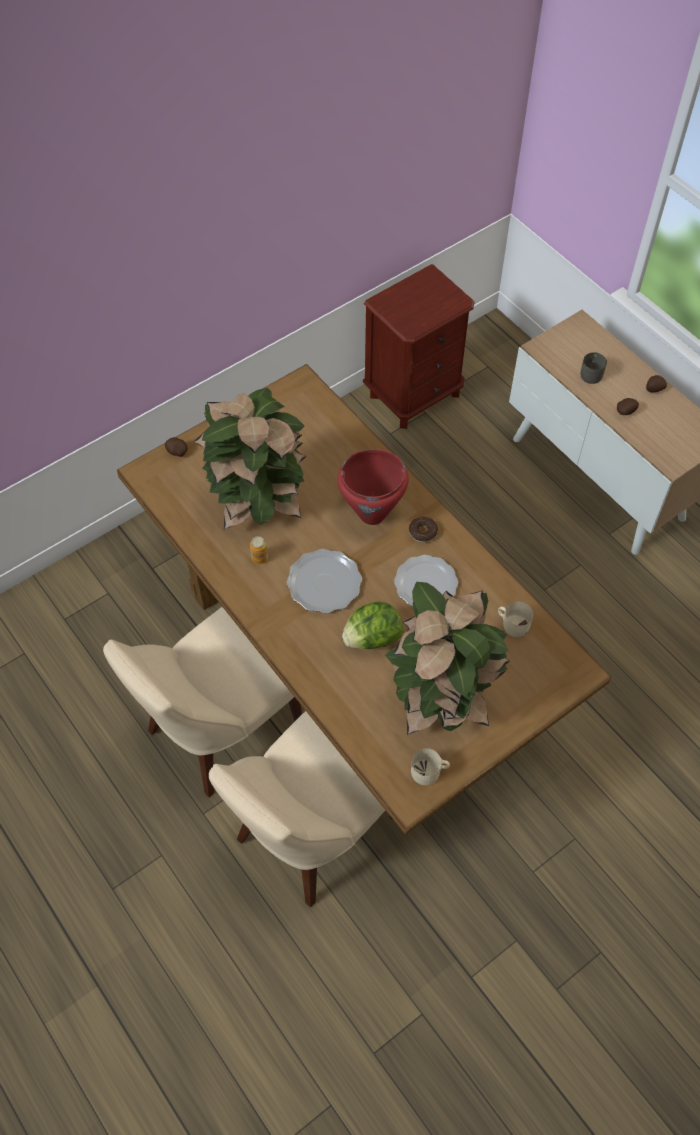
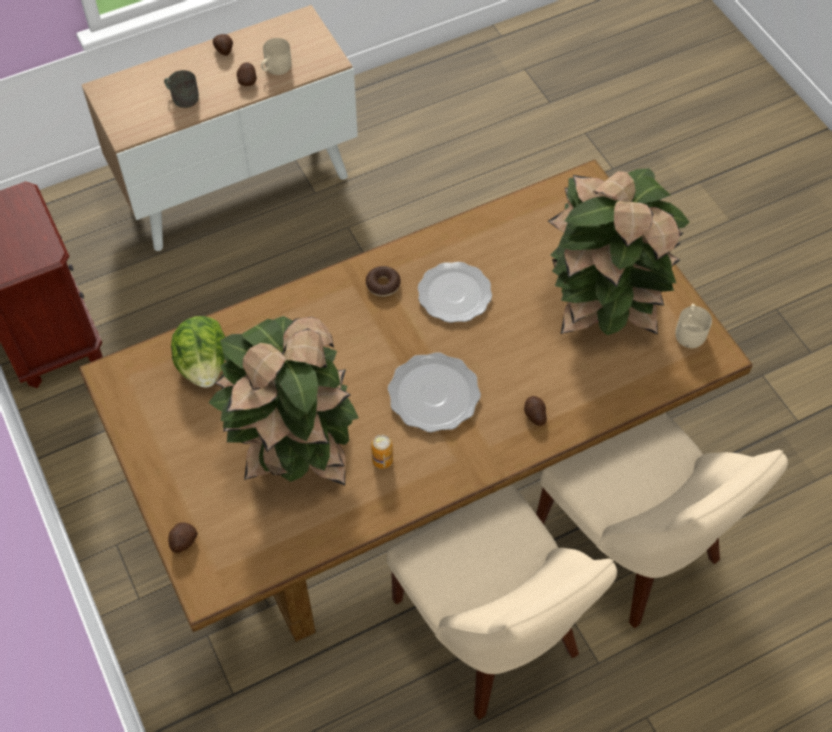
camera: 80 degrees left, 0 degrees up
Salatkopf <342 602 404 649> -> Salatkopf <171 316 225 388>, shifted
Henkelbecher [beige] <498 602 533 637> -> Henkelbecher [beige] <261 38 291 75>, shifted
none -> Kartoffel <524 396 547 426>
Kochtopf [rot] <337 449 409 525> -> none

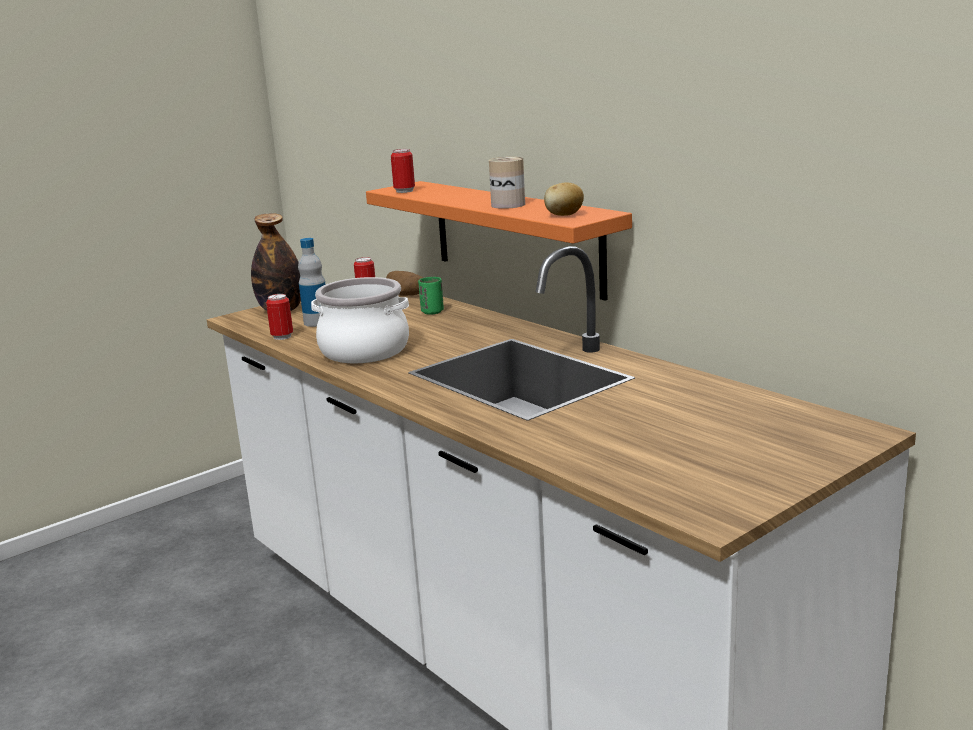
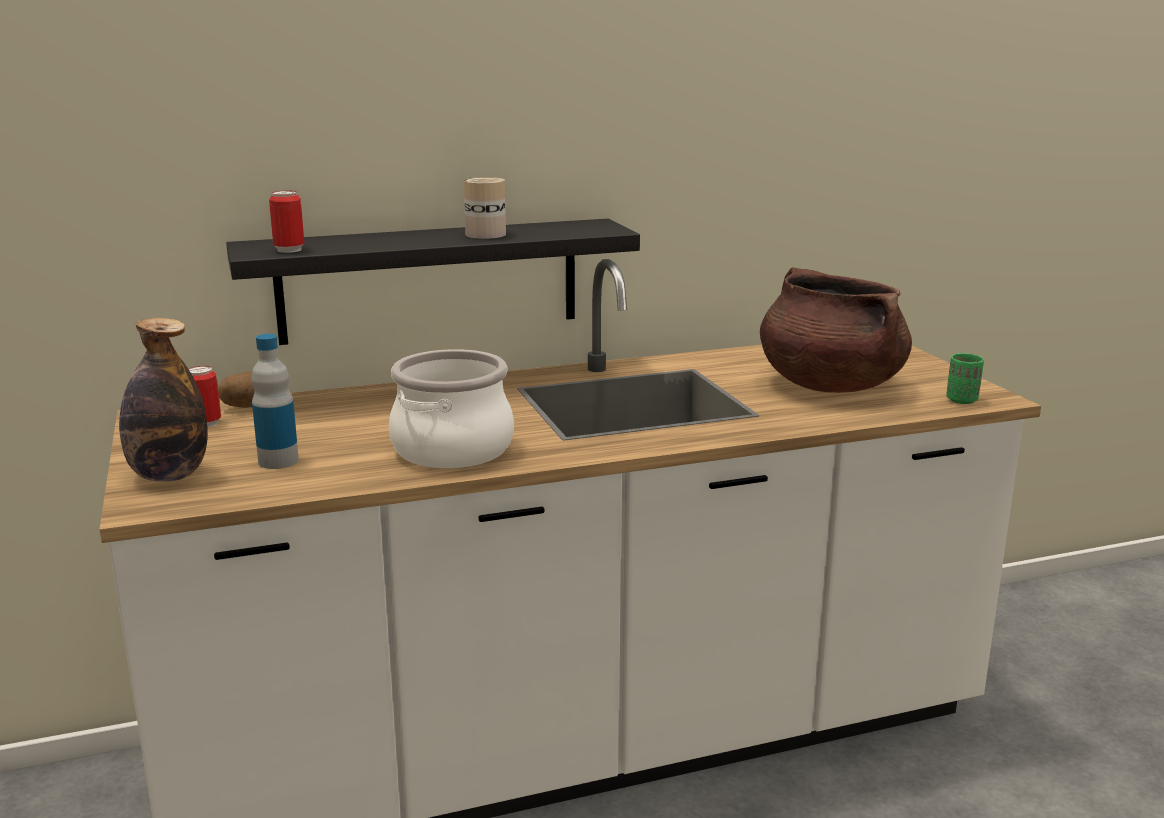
camera: 70 degrees left, 0 degrees up
Wandregal [orange] <366 181 632 301> -> Wandregal [schwarz] <226 219 640 345>
none -> Kochtopf [braun] <760 267 912 393>
Tasse [grün] <418 277 444 314> -> Tasse [grün] <946 353 984 404>, shifted
Dose <266 294 293 340> -> none
Kartoffel <544 182 584 216> -> none

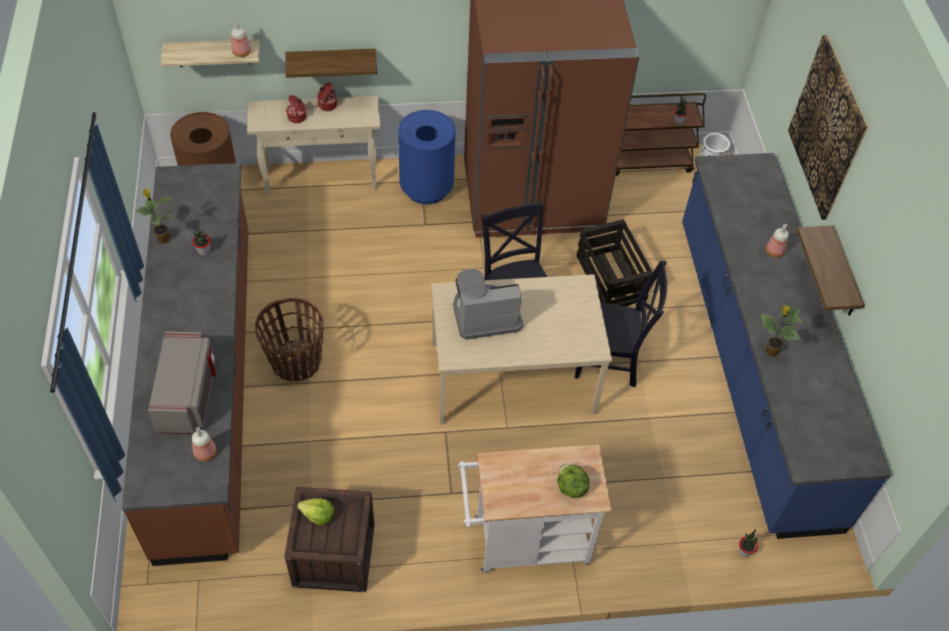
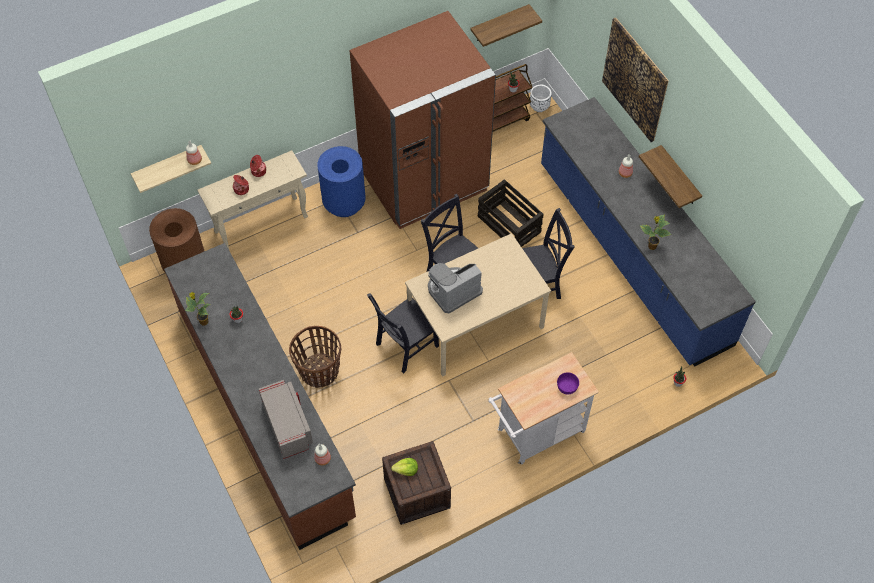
camera: 20 degrees left, 5 degrees up
none -> Stuhl [schwarz] <367 293 439 373>
Wandregal <285 49 377 78> -> Wandregal <470 4 542 47>, shifted
Salatkopf <558 464 590 498> -> Schüssel [lila] <557 372 579 394>

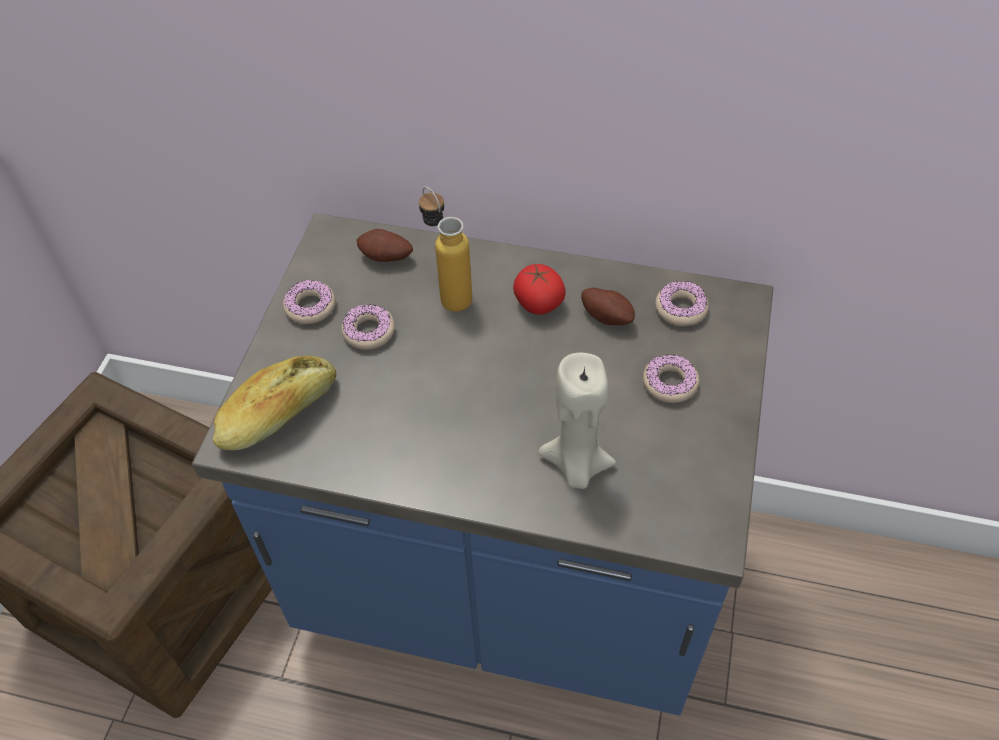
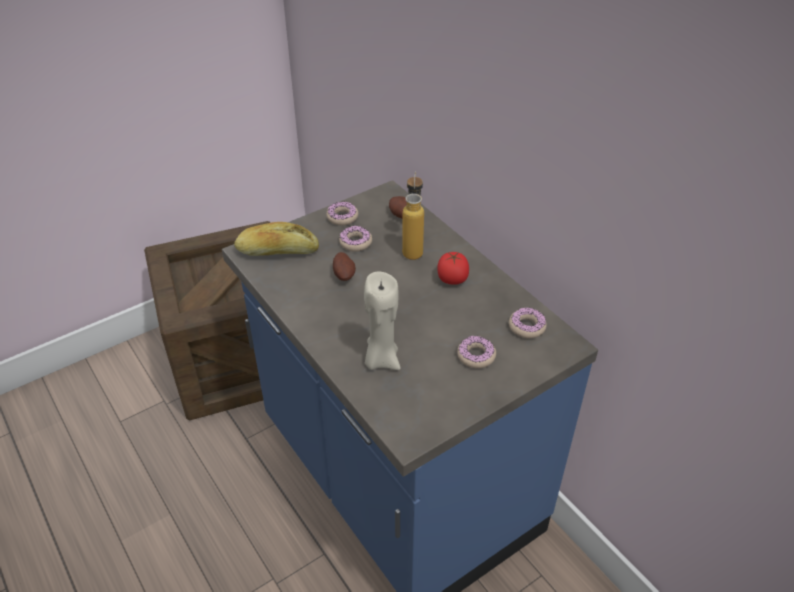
camera: 40 degrees right, 10 degrees down
Kartoffel <581 288 635 325> -> Kartoffel <333 252 356 281>, shifted

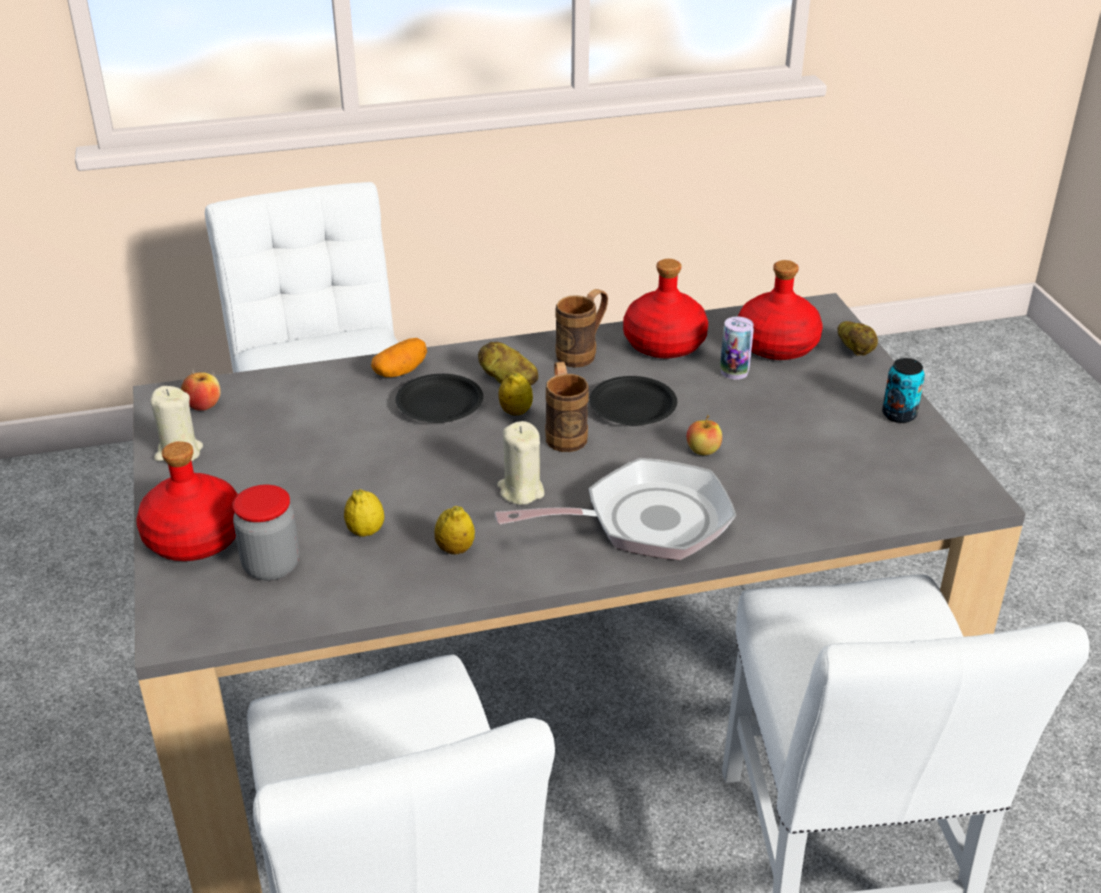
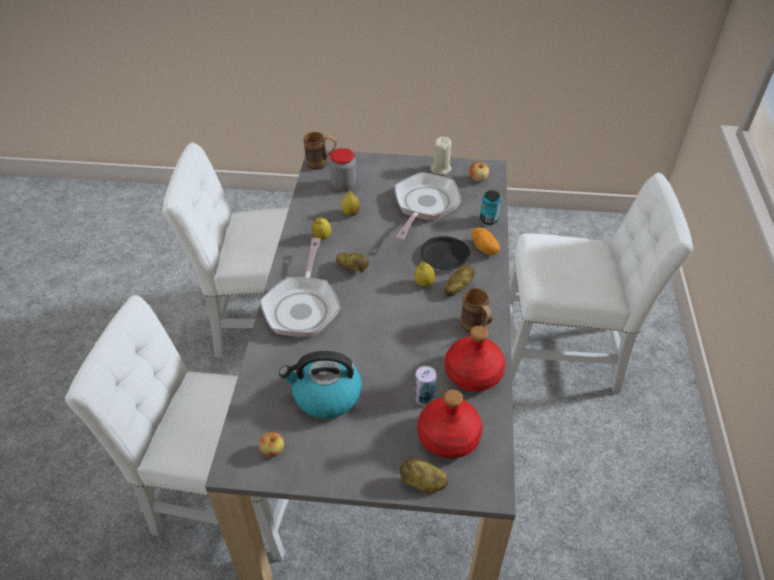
camera: 110 degrees right, 10 degrees up
Apfel <687 415 722 455> -> Apfel <259 432 284 457>, shifted
none -> Wasserkessel <279 351 362 419>
Henkelbecher [braun] <545 361 589 452> -> Henkelbecher [braun] <304 132 337 170>, shifted
Kerze [beige] <497 421 545 505> -> Kartoffel <336 253 369 273>
none -> Pfanne <395 172 461 240>
Dose <882 358 925 423> -> Dose <480 190 501 225>, shifted
Flasche [rot] <136 441 238 561> -> none
Teller [schwarz] <589 376 677 425> -> none

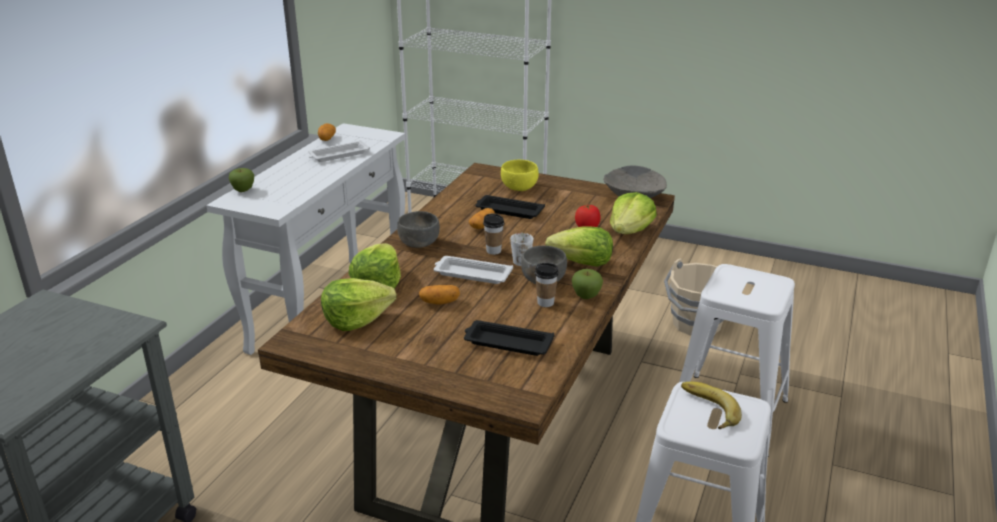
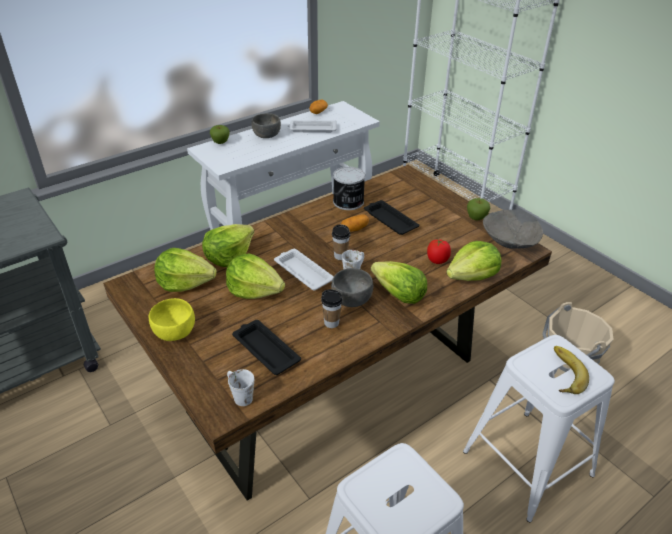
camera: 30 degrees right, 10 degrees up
Schüssel [gelb] <501 160 539 191> -> Schüssel [gelb] <149 298 195 341>, shifted
Kartoffel <419 285 460 305> -> Salatkopf <226 253 285 299>
none -> Henkelbecher [weiß] <227 369 254 406>
Schüssel [grau] <397 211 440 248> -> Schüssel [grau] <251 113 281 138>, shifted
none -> Dose <333 167 365 210>
Apfel <572 269 603 299> -> Apfel <467 198 490 220>, shifted
Banane <681 382 742 429> -> Banane <554 346 589 394>, shifted

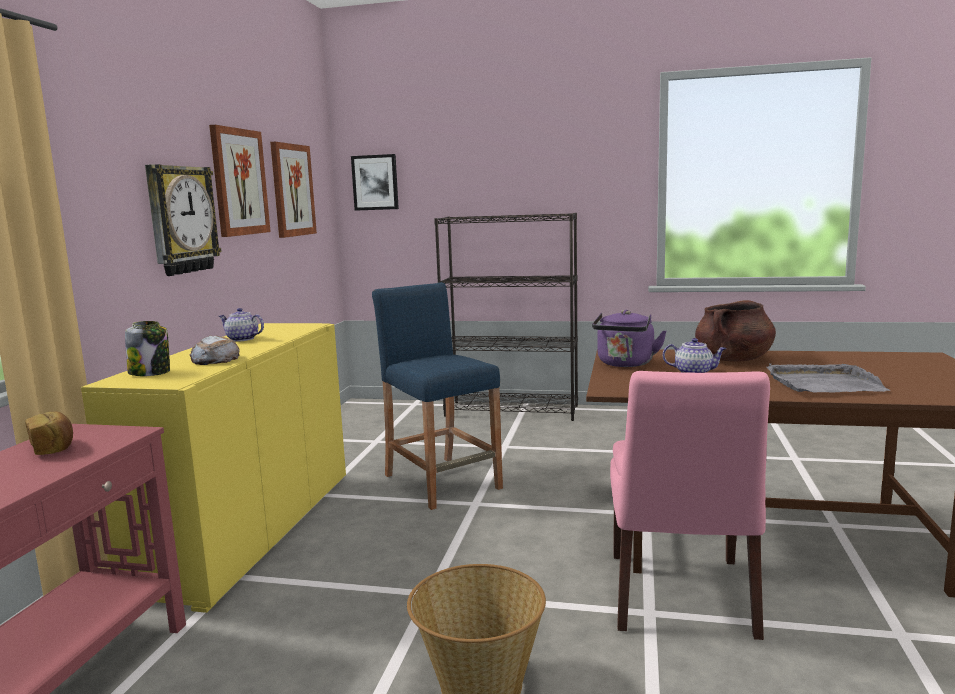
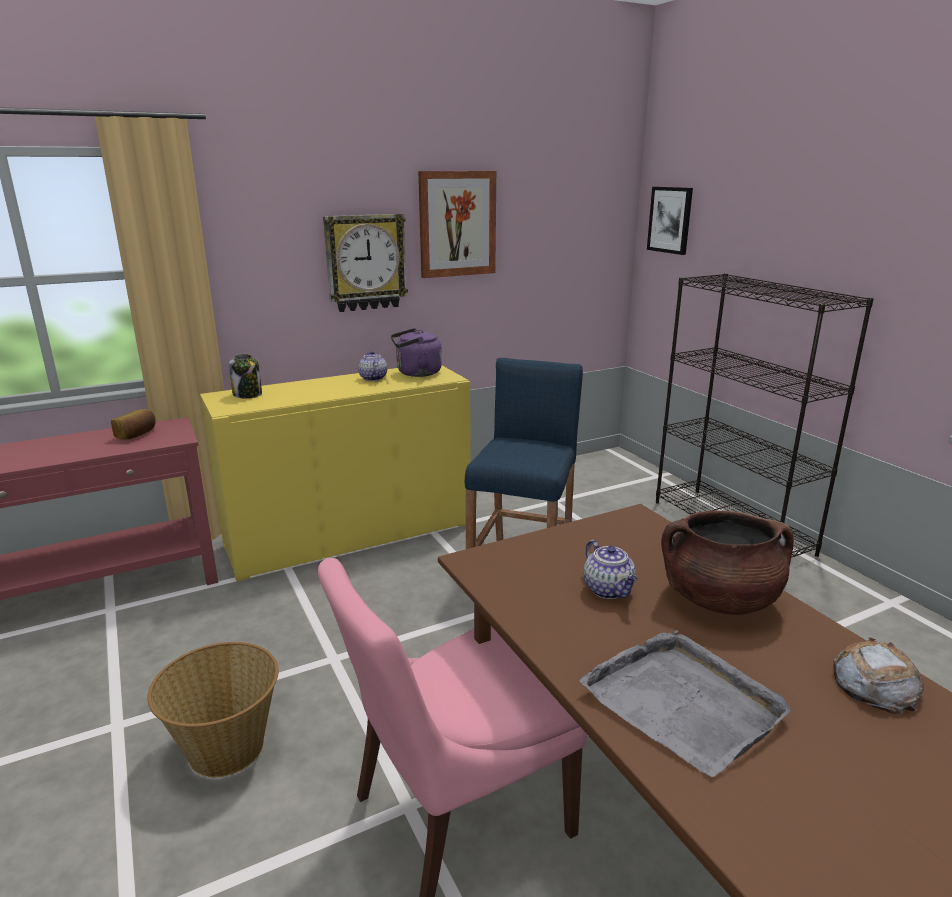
camera: 50 degrees right, 10 degrees up
Wasserkessel [lila] <592 310 667 367> -> Wasserkessel [lila] <391 328 442 377>, shifted
Brot <190 335 240 365> -> Brot <833 637 924 714>, shifted
Bild <270 142 317 238> -> none

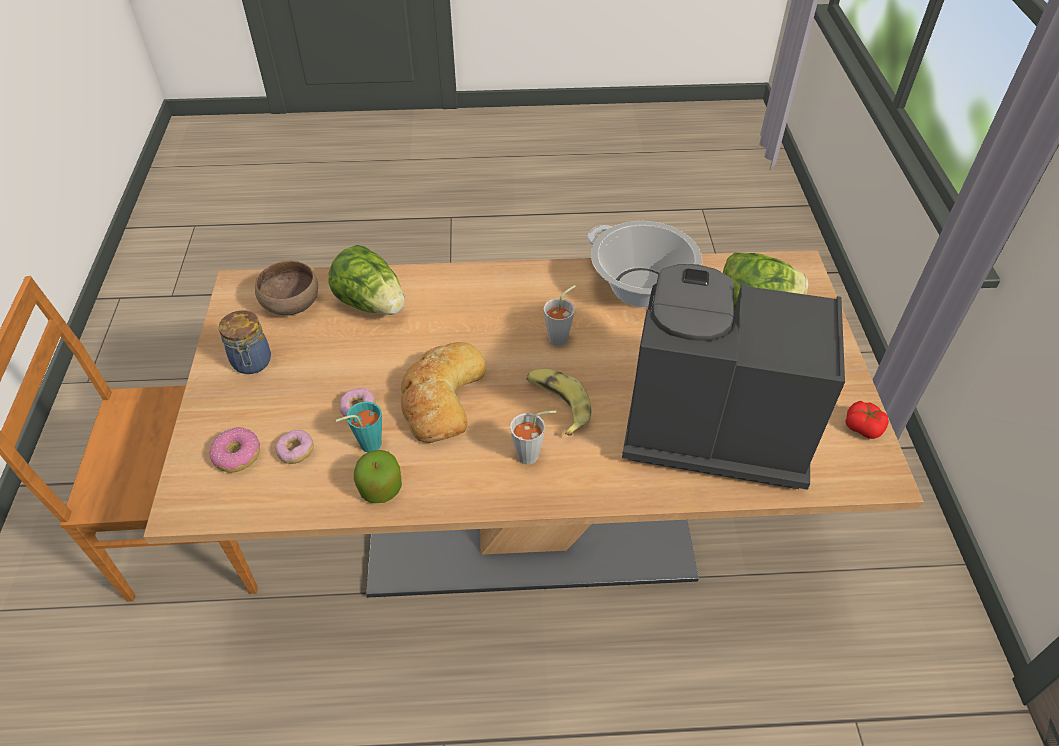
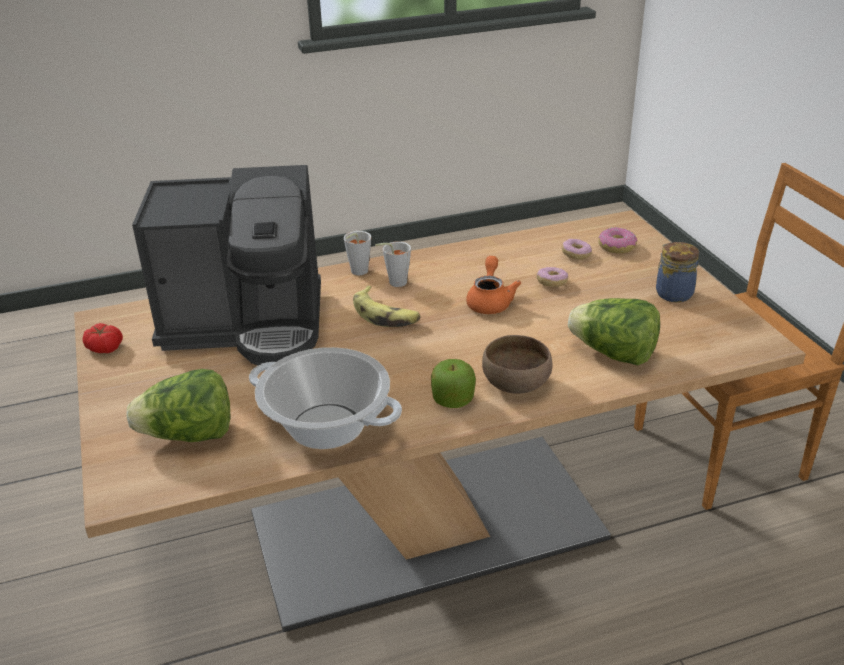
camera: 165 degrees right, 15 degrees down
Tasse [grau] <544 285 576 346> -> Tasse [grau] <344 231 371 275>, shifted
Apfel <354 450 402 503> -> Apfel <431 359 476 408>, shifted
Brot <401 342 486 443> -> Teekanne [orange] <466 256 521 314>
Schüssel [braun] <255 261 318 315> -> Schüssel [braun] <482 335 552 394>, shifted
Tasse [türkis] <336 401 382 452> -> none

